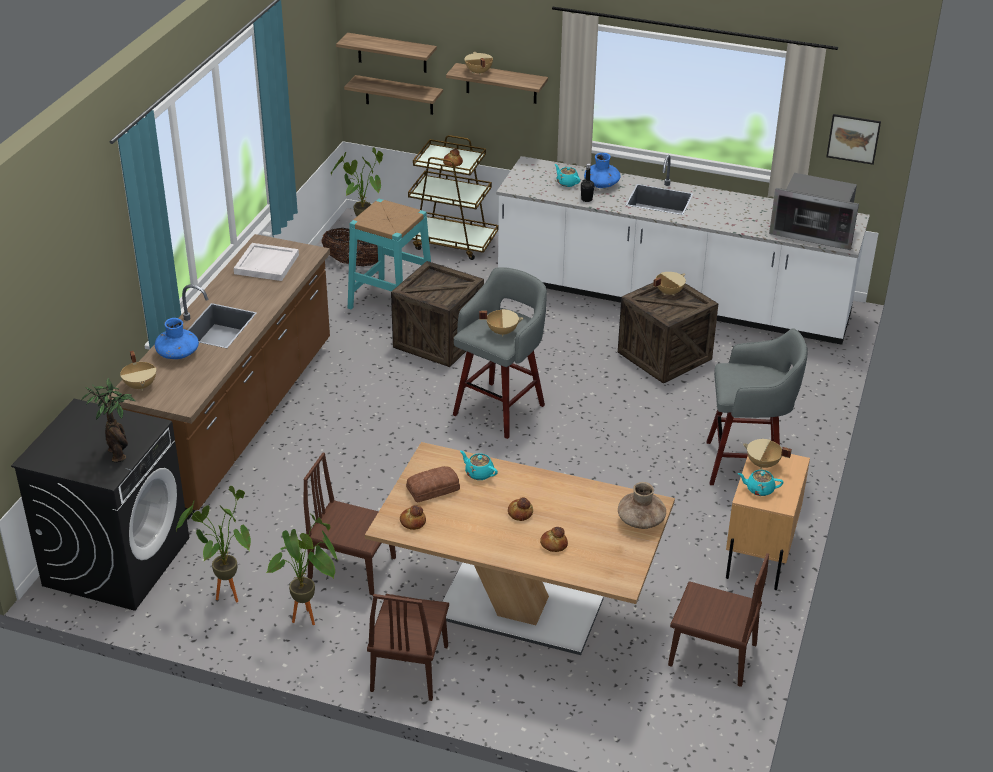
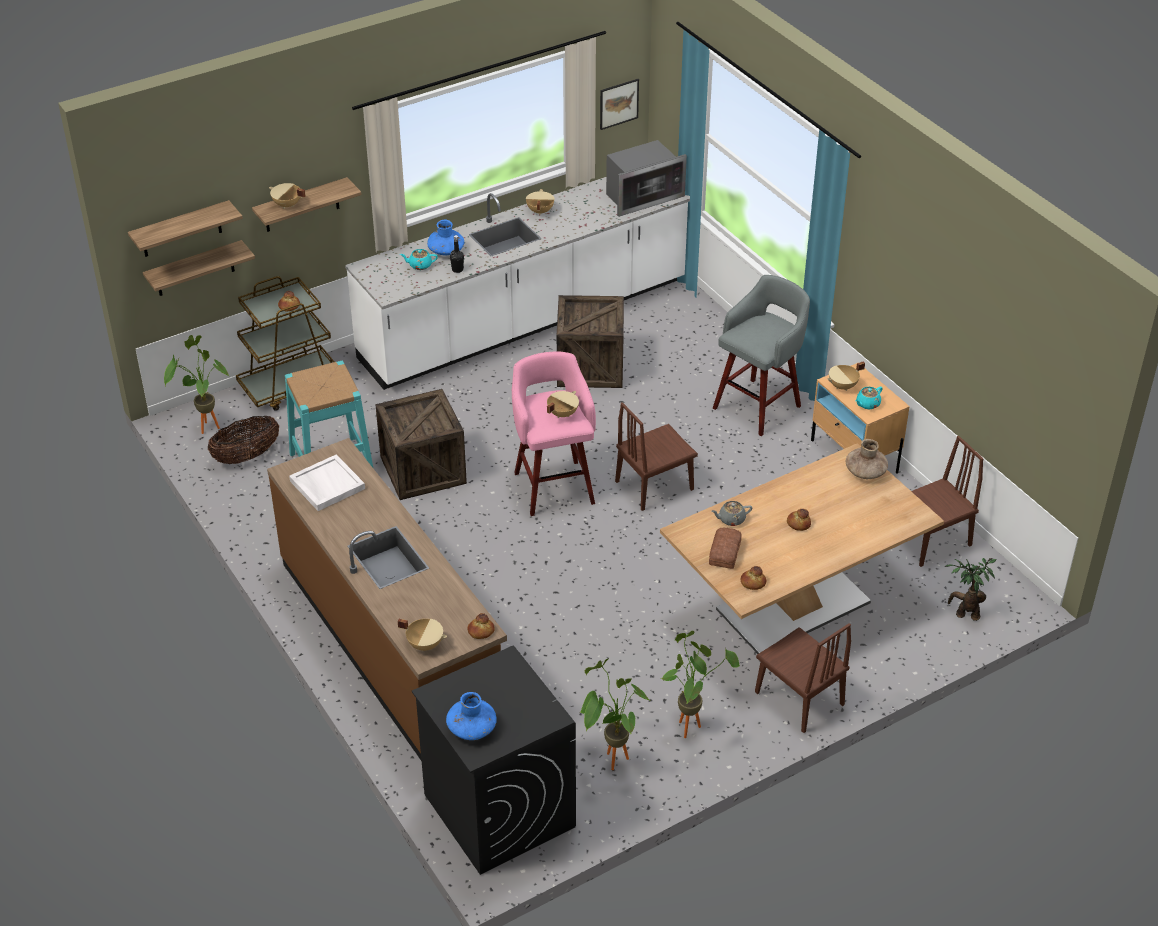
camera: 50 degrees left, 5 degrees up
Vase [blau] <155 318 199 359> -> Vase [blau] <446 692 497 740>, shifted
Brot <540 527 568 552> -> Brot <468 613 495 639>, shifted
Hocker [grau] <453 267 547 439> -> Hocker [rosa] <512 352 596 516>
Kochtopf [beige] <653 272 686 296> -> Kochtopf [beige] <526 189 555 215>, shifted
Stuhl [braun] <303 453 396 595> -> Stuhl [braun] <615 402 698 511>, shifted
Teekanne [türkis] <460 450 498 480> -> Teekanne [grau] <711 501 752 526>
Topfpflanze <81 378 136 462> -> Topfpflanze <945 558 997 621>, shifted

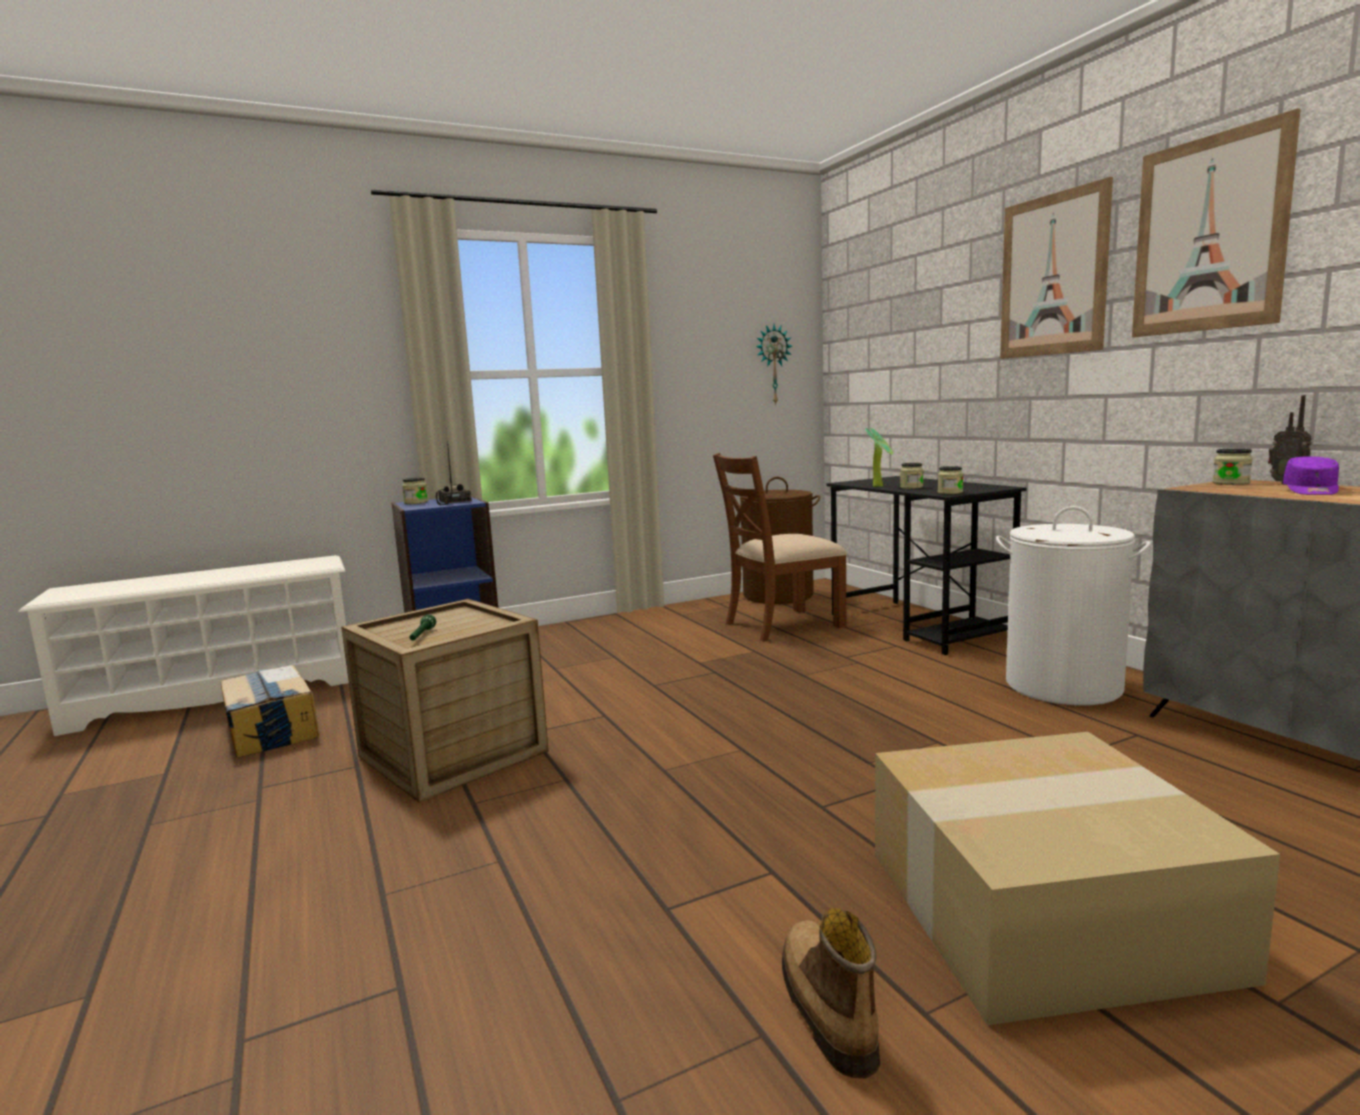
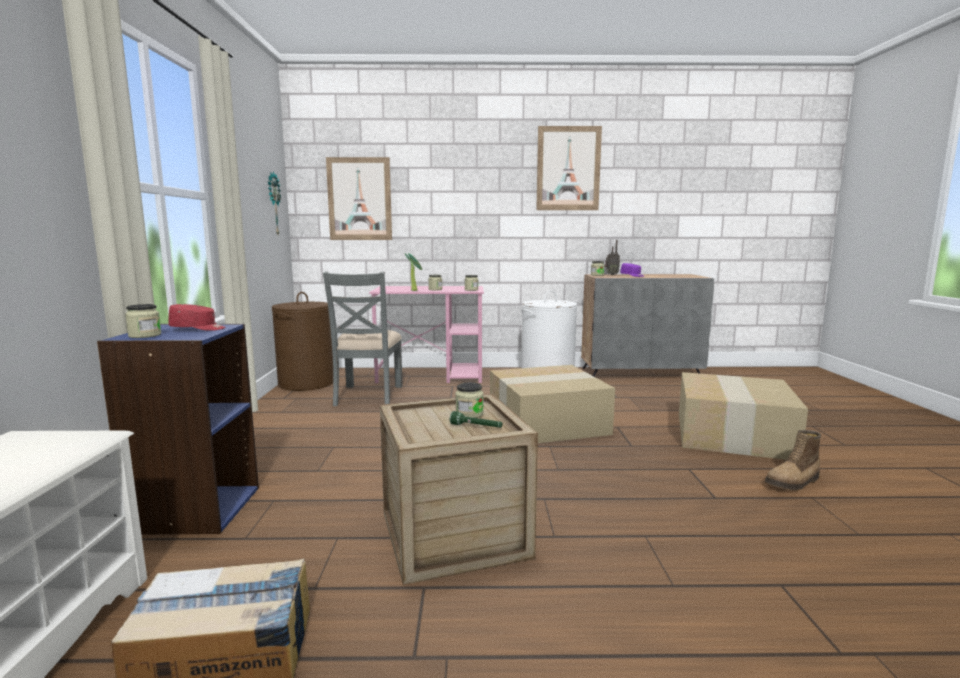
camera: 65 degrees left, 0 degrees up
Radio <436 441 472 505> -> Kappe [rot] <168 304 225 331>
Stuhl [braun] <713 453 847 642> -> Stuhl [grau] <323 272 402 406>
Bild <1000 177 1113 359> -> Bild <326 157 392 240>, shifted
Schreibtisch [schwarz] <827 476 1027 655> -> Schreibtisch [rosa] <369 286 484 383>
none -> Vorratsglas <455 382 484 418>
none -> Karton <490 365 615 443>
Stiefel <782 908 880 1078> -> Stiefel <765 430 821 490>, 45 degrees counterclockwise

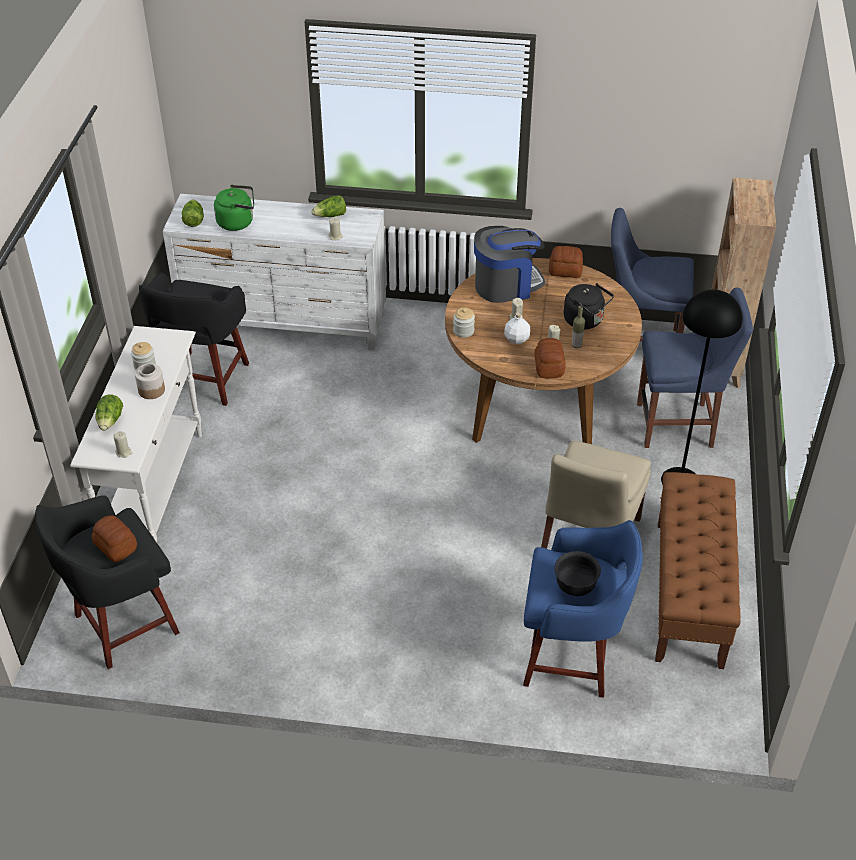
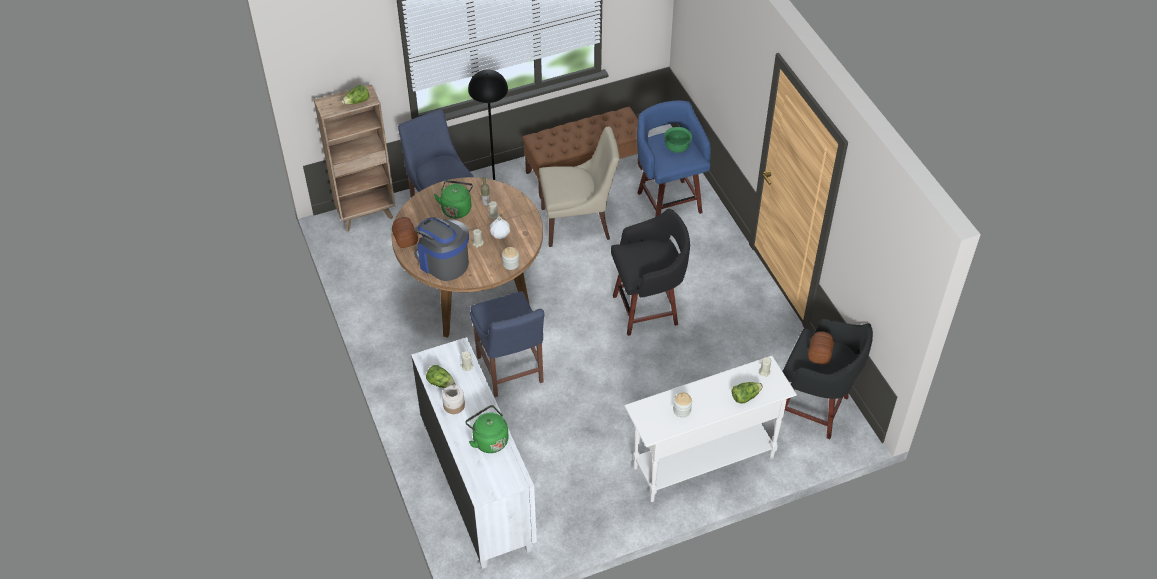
camera: 120 degrees left, 5 degrees up
Salatkopf <182 199 204 227> -> Salatkopf <342 85 370 104>, shifted
Wasserkessel [schwarz] <564 283 614 329> -> Wasserkessel [grün] <434 180 473 219>
Vorratsglas <135 363 165 399> -> Vorratsglas <442 385 465 414>, shifted
Stuhl [blau] <611 208 694 342> -> Stuhl [blau] <470 291 544 397>, shifted
Hocker [schwarz] <139 273 249 406> -> Hocker [schwarz] <611 209 690 336>, shifted
Schüssel [schwarz] <554 551 601 596> -> Schüssel [grün] <664 127 692 153>
Brot <534 338 566 378> -> none

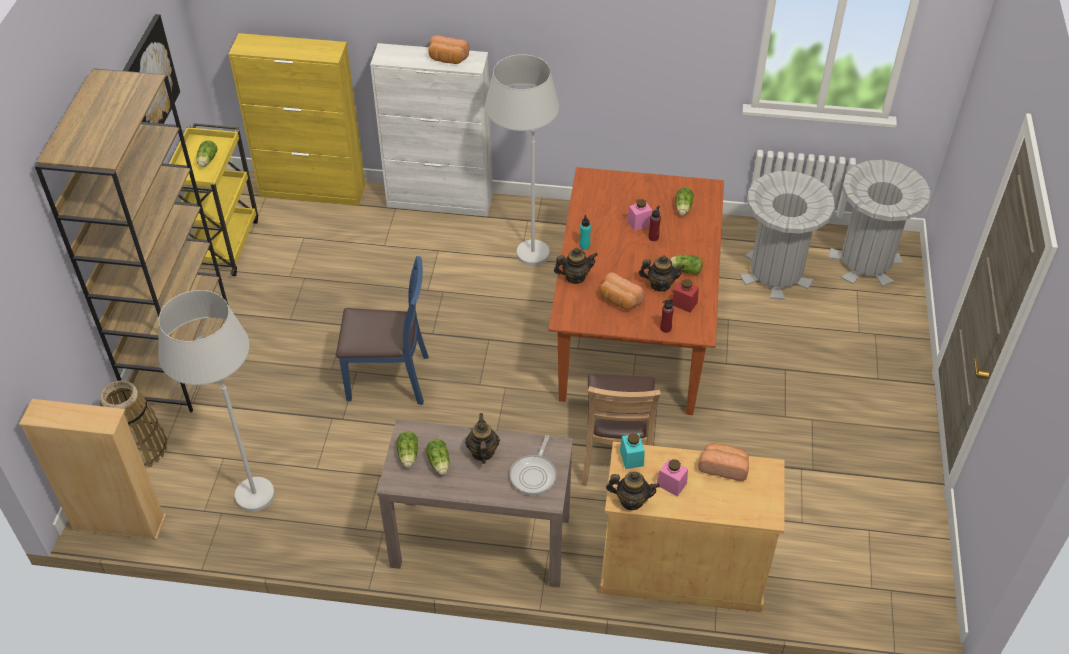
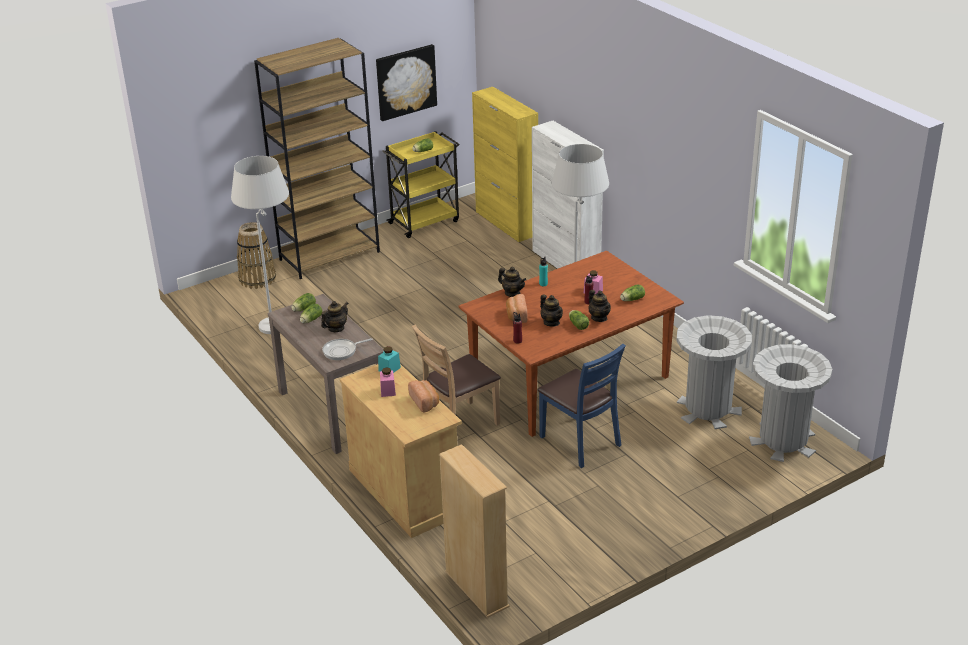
camera: 50 degrees right, 15 degrees down
Bücherregal [beige] <19 399 166 540> -> Bücherregal [beige] <439 444 510 618>, shifted
Stuhl [blau] <336 256 429 405> -> Stuhl [blau] <538 343 626 468>, shifted
Teekanne <606 471 660 510> -> Teekanne <588 290 611 322>, shifted
Brot <428 35 469 64> -> none
Vorratsglas [rot] <672 279 699 313> -> none

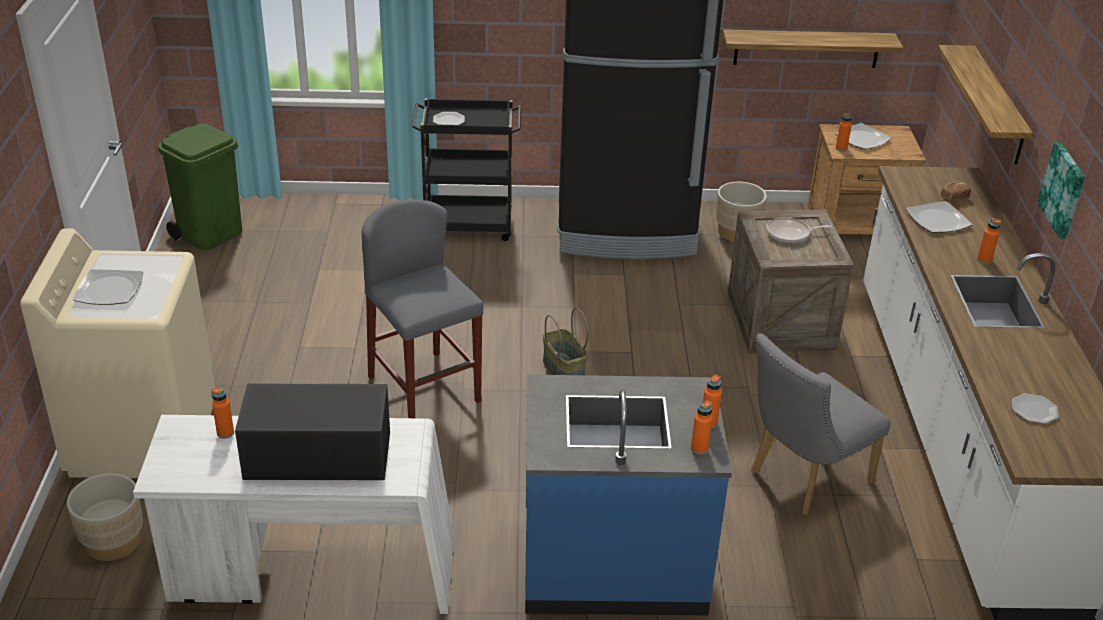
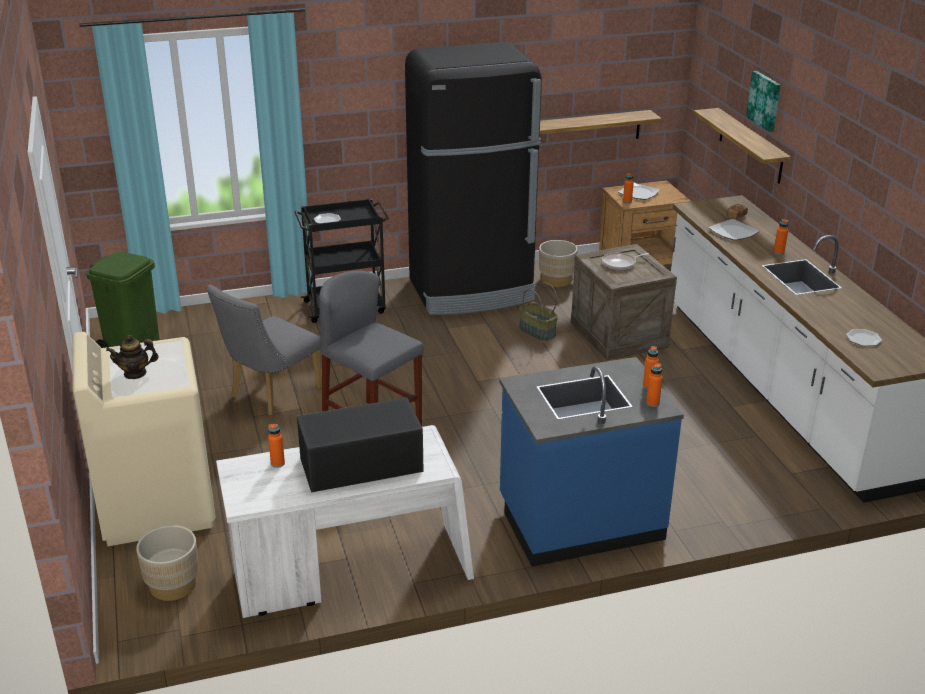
camera: 15 degrees left, 5 degrees down
Teller <73 269 143 305> -> Teekanne <106 335 159 379>
Stuhl [grau] <751 333 891 516> -> Stuhl [grau] <206 285 322 415>, shifted
Korb <543 308 588 375> -> Korb <519 282 558 341>, shifted
Bild <1037 142 1085 239> -> Bild <746 71 781 132>, shifted

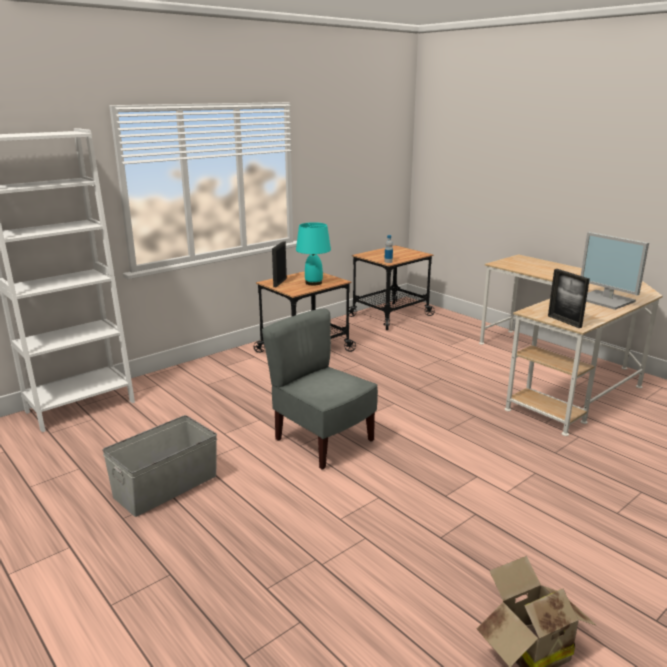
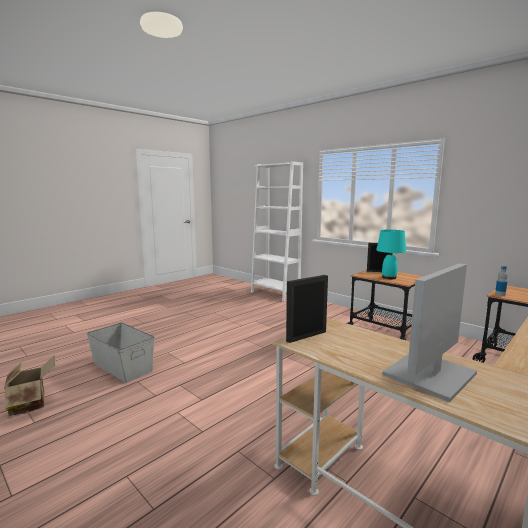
camera: 85 degrees right, 10 degrees down
Aufbewahrungsbox [grau] <102 415 217 517> -> Aufbewahrungsbox [grau] <87 323 154 383>, shifted
Stuhl [grau] <262 309 378 470> -> none

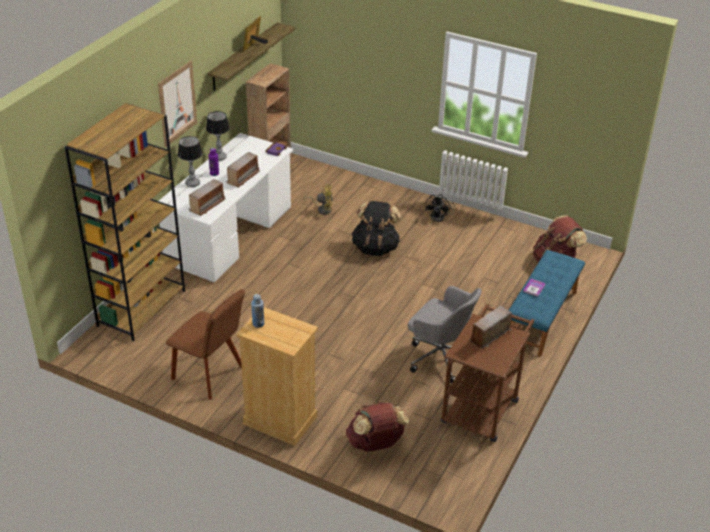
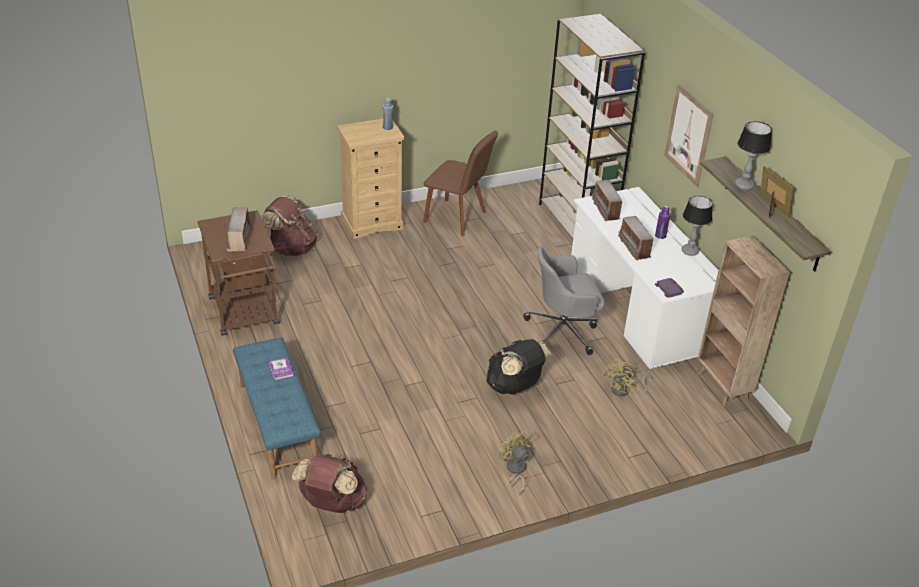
camera: 130 degrees right, 0 degrees up
Stuhl [braun] <166 289 245 400> -> Stuhl [braun] <423 131 498 236>, 135 degrees counterclockwise
Ventilator [schwarz] <425 194 455 222> -> Ventilator [gelb] <499 431 531 495>
Bürostuhl [grau] <408 286 481 384> -> Bürostuhl [grau] <523 247 605 355>, shifted
Tischlampe <178 136 202 187> -> Tischlampe <735 121 772 190>, shifted

